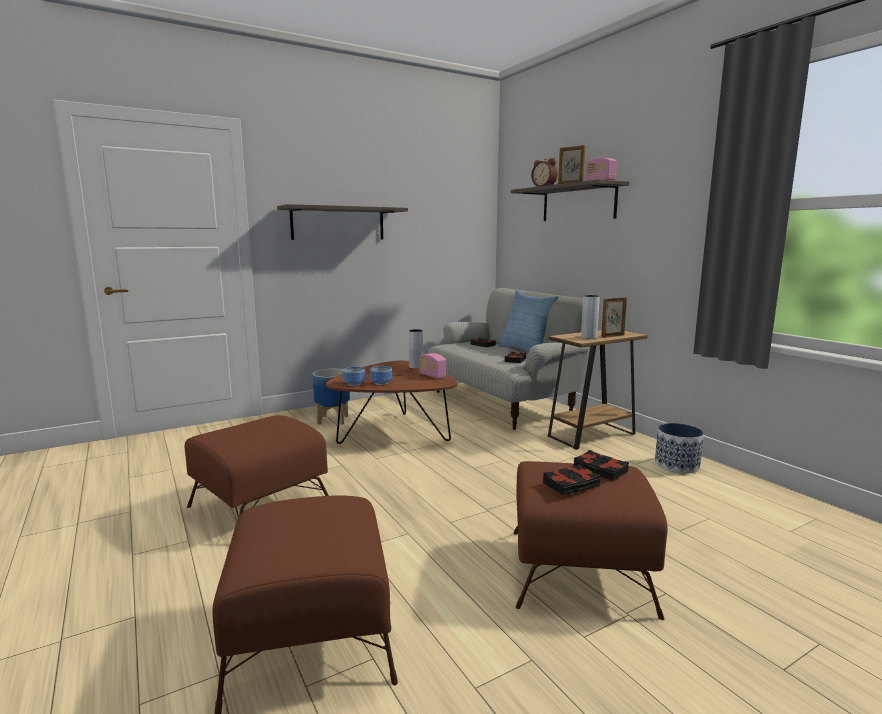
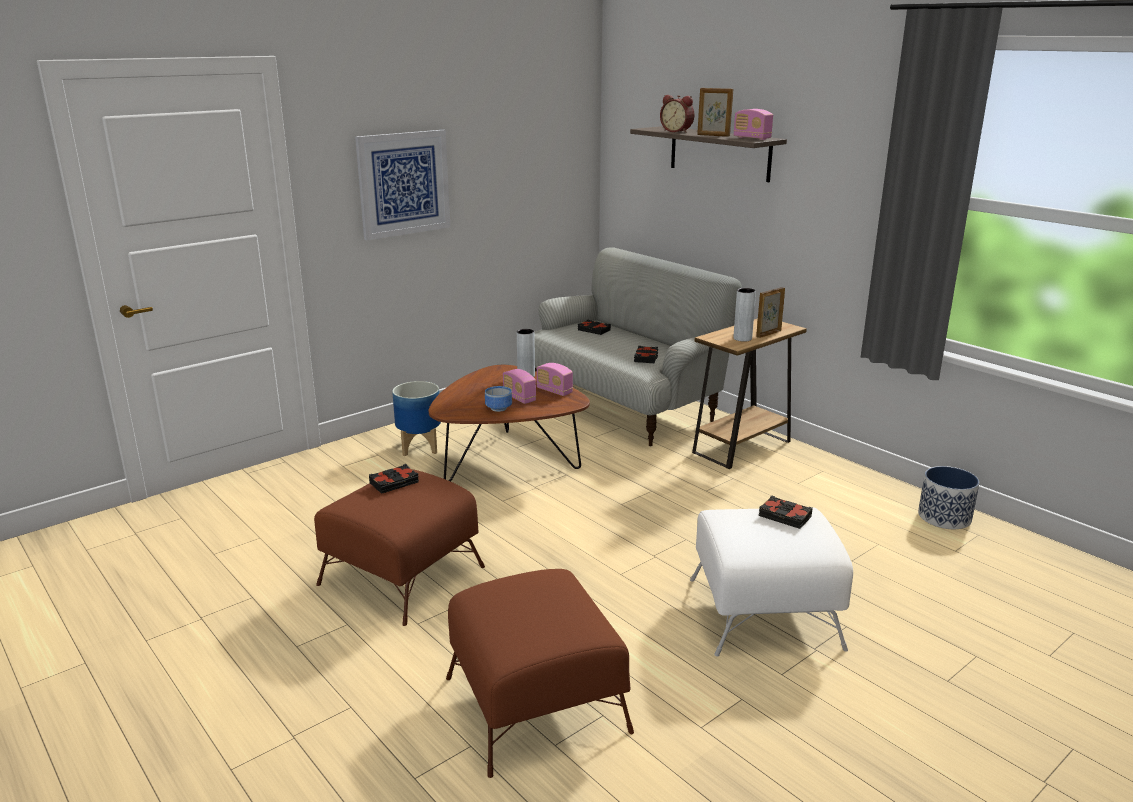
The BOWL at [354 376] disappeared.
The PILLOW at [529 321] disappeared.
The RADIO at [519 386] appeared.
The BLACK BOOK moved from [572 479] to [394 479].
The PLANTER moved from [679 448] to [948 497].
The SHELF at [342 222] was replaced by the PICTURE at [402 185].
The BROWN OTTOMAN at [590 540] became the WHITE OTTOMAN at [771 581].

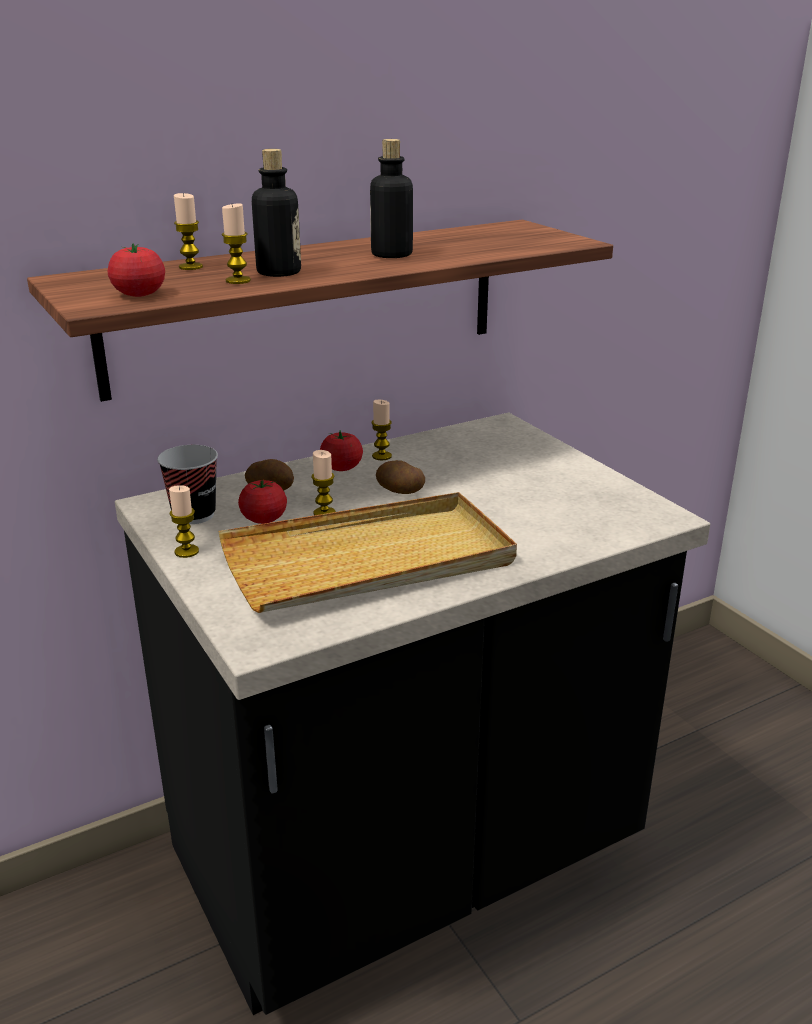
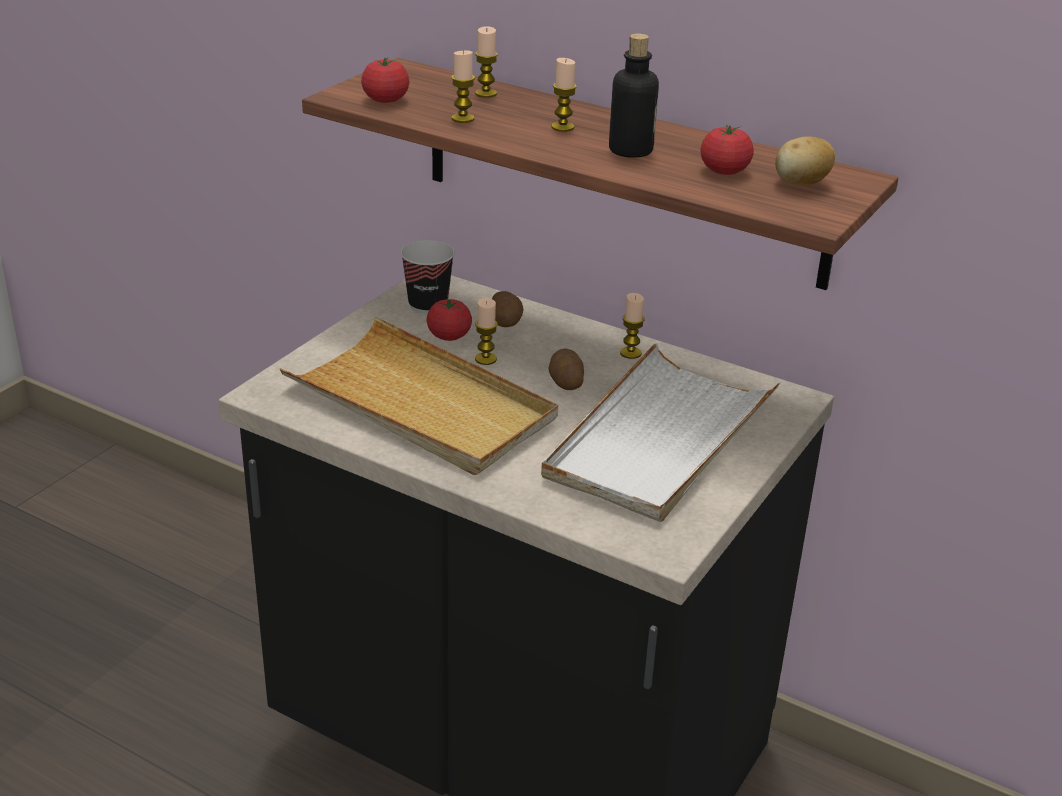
The BOTTLE at [276 213] disappeared.
The WHITE TRAY at [661 432] appeared.
The POTATO at [805 160] appeared.
The CANDLE moved from [184 521] to [564 95].
The TOMATO moved from [341 450] to [727 149].

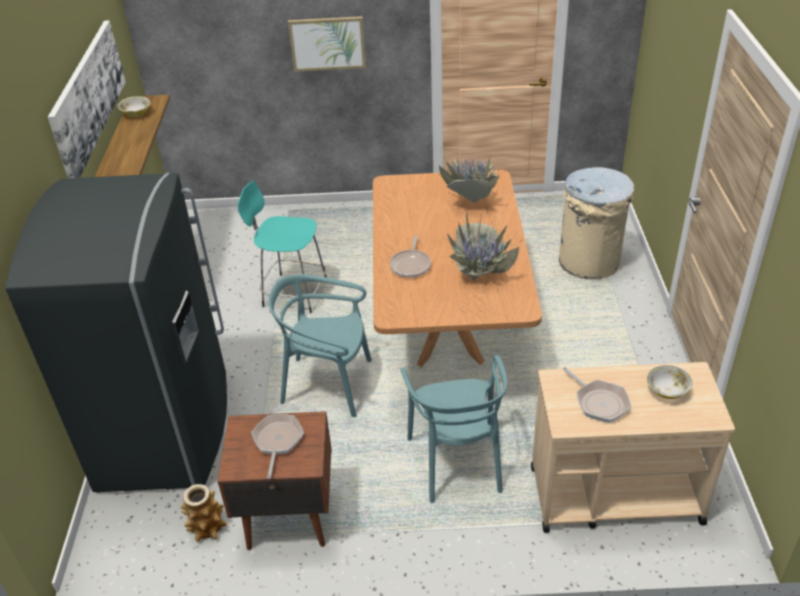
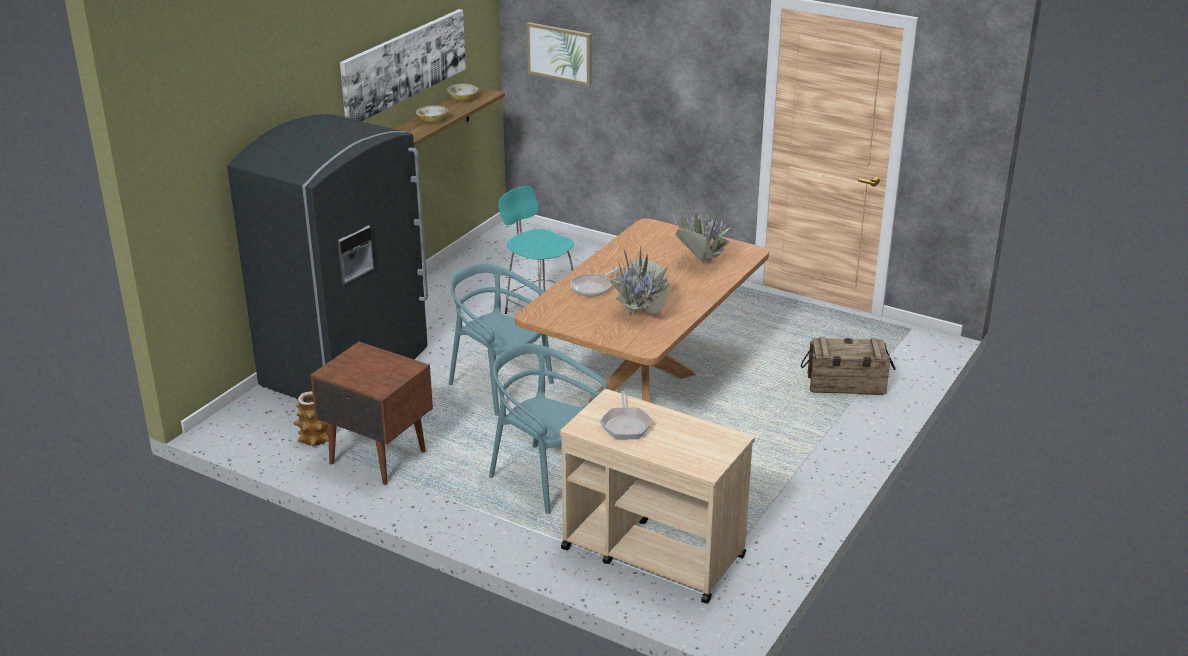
The FRYING PAN at [277 446] disappeared.
The PICTURE moved from [327 44] to [559 54].
The BOWL moved from [669 382] to [432 114].
The BEIGE TRASH CAN at [596 223] was replaced by the CRATE at [848 366].
The TURQUOISE CHAIR at [454 429] turned 105 degrees clockwise.

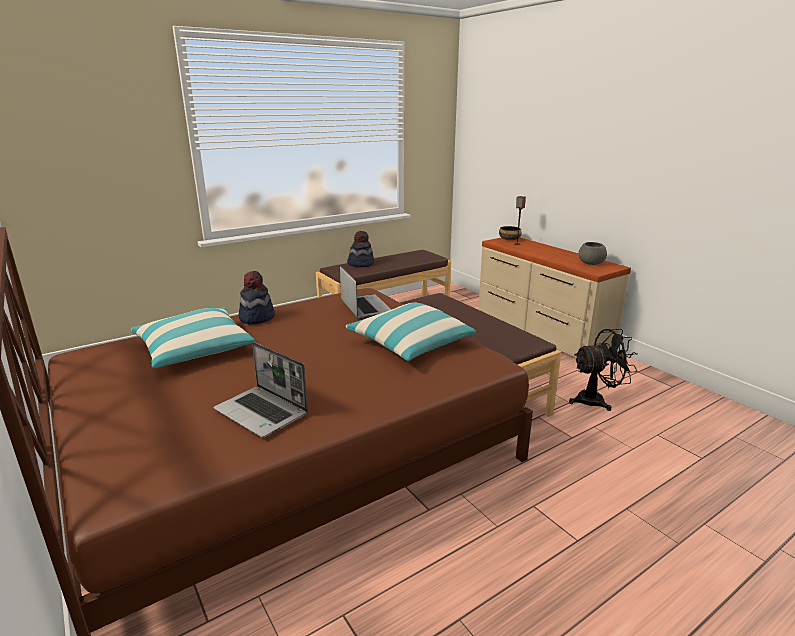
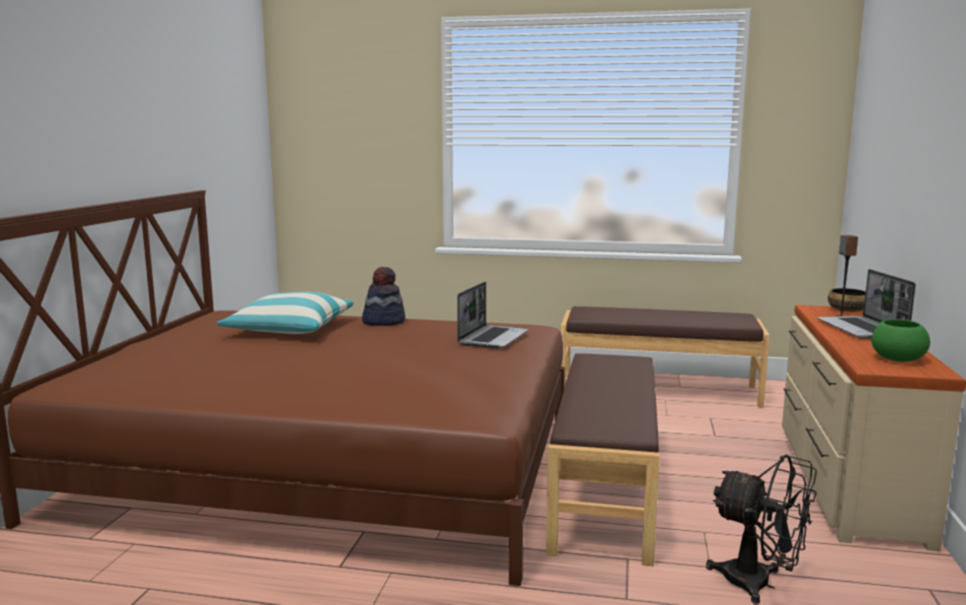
The PILLOW at [411 332] disappeared.
The HAT at [360 249] disappeared.
The LAPTOP moved from [260 390] to [866 304].
The GREY BOWL at [592 253] became the GREEN BOWL at [900 340].

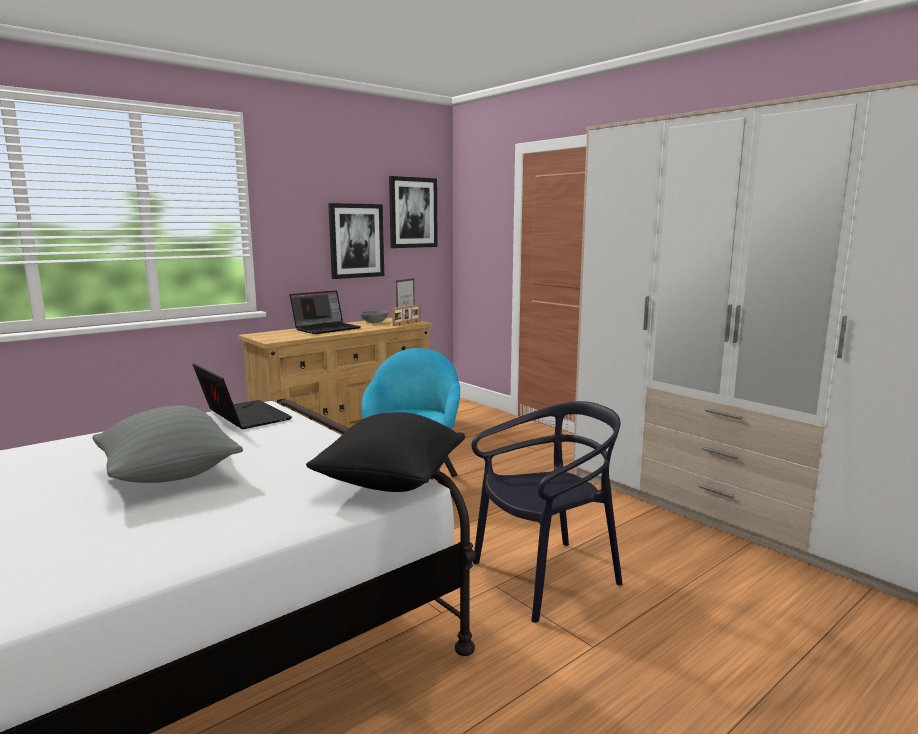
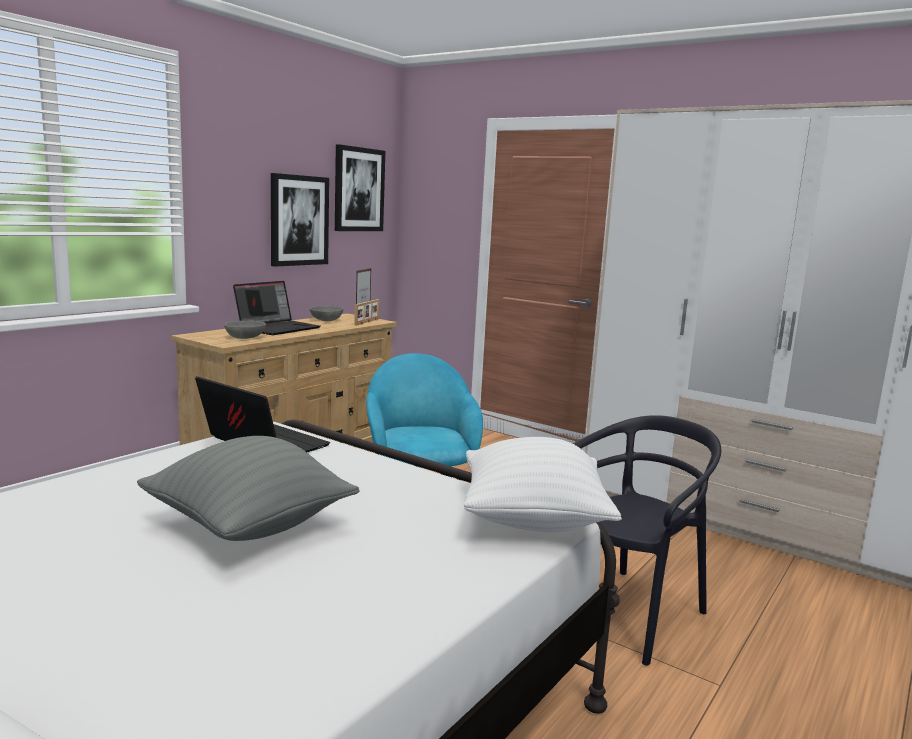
The GREY BOWL at [245 330] appeared.
The BLACK PILLOW at [385 452] became the WHITE PILLOW at [543 484].

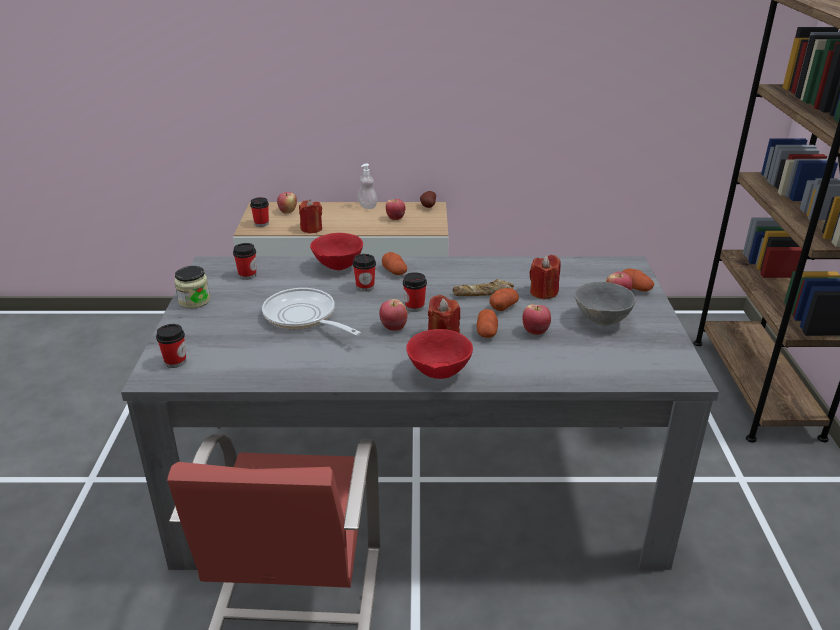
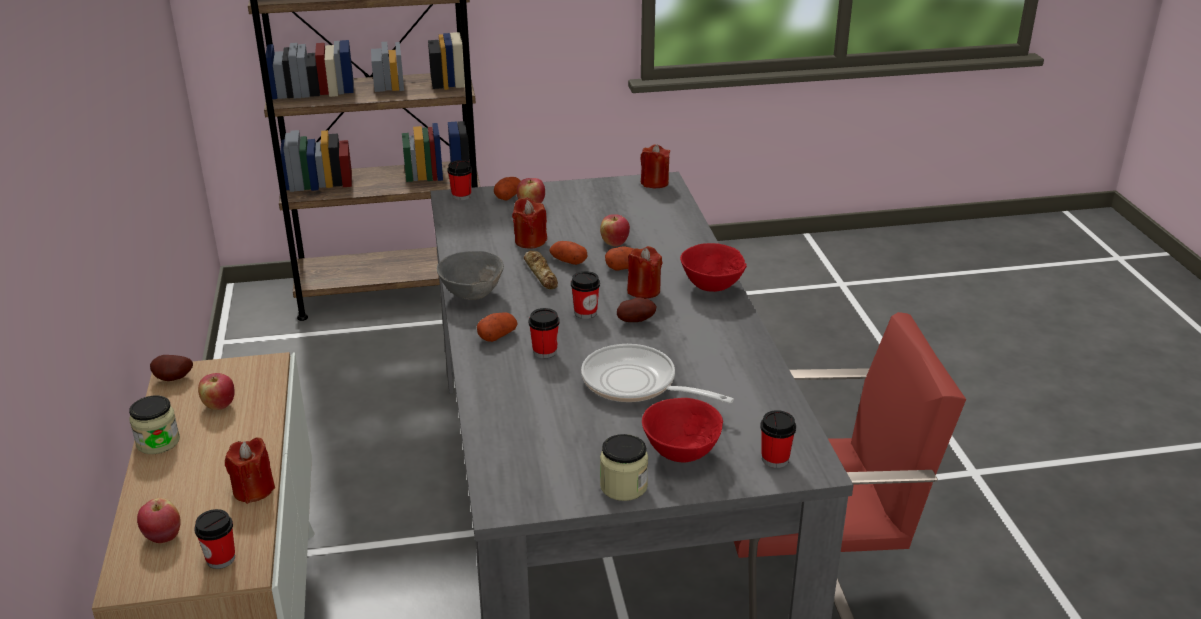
The RED CANDLE at [655 167] appeared.
The CUP moved from [244 261] to [459 180].
The RED BOWL moved from [336 251] to [682 430].
The GREY BOWL moved from [605 303] to [470 275].
The SOAP DISPENSER at [367 186] was replaced by the JAR at [154 425].
The APPLE at [393 315] was replaced by the POTATO at [636 309].
The FRYING PAN at [311 312] turned 90 degrees clockwise.

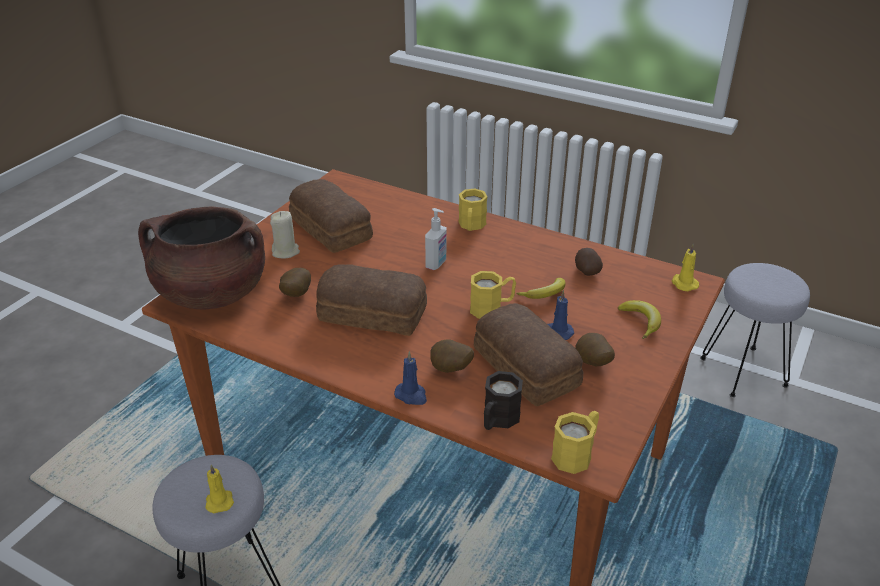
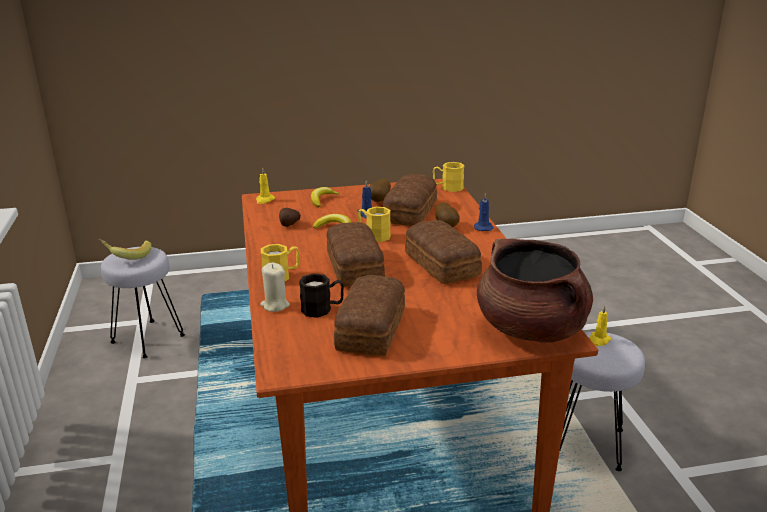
The POTATO at [295 282] disappeared.
The BANANA at [125 249] appeared.
The BEIGE CANDLE moved from [285 235] to [275 287].
The BLACK MUG moved from [503 400] to [321 295].
The SOAP DISPENSER at [435 239] was replaced by the BREAD at [355 254].

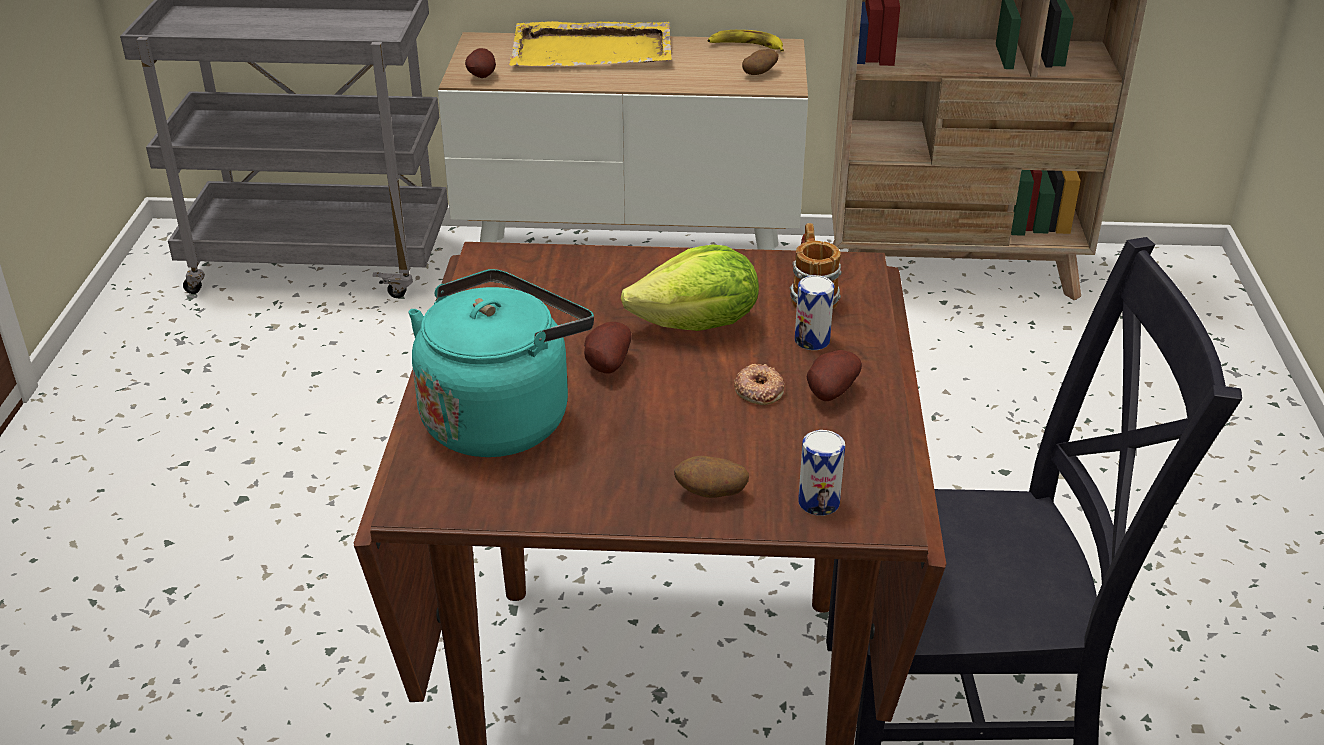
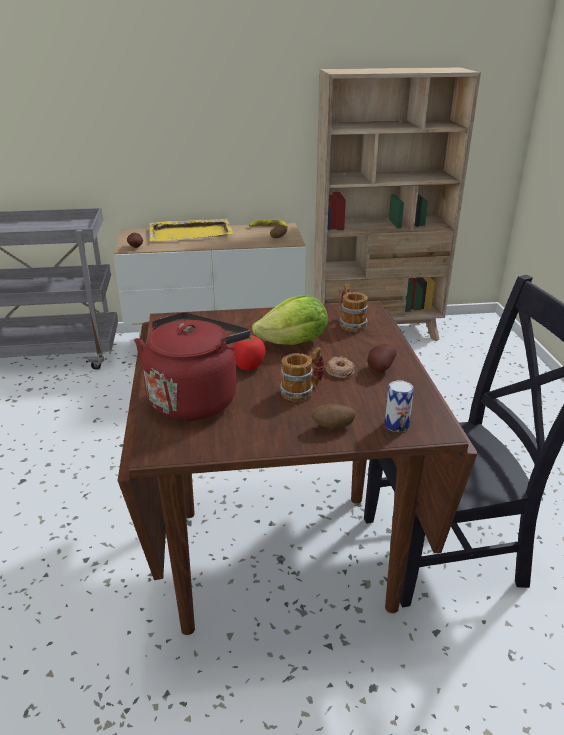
The CAN at [815 312] disappeared.
The MUG at [302 374] appeared.
The POTATO at [607 348] was replaced by the TOMATO at [250 353].
The TURQUOISE KETTLE at [501 363] became the RED KETTLE at [192 366].

